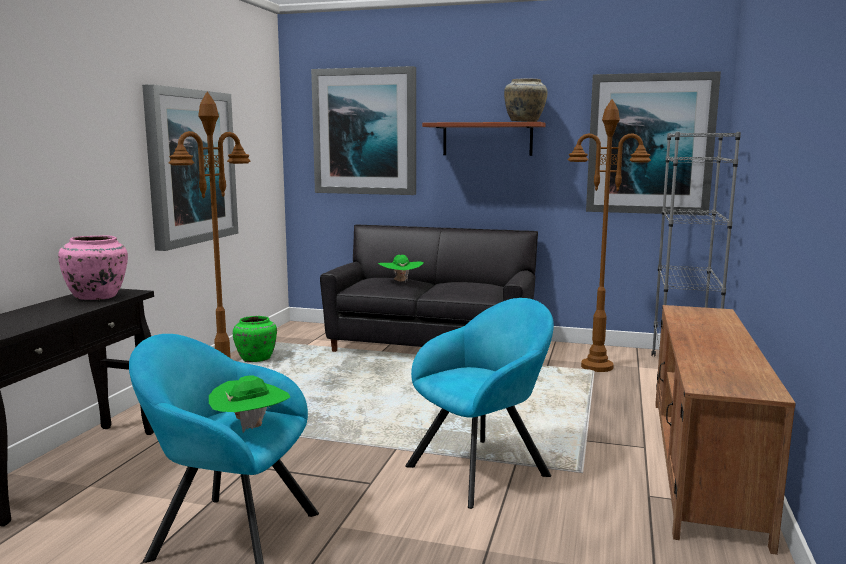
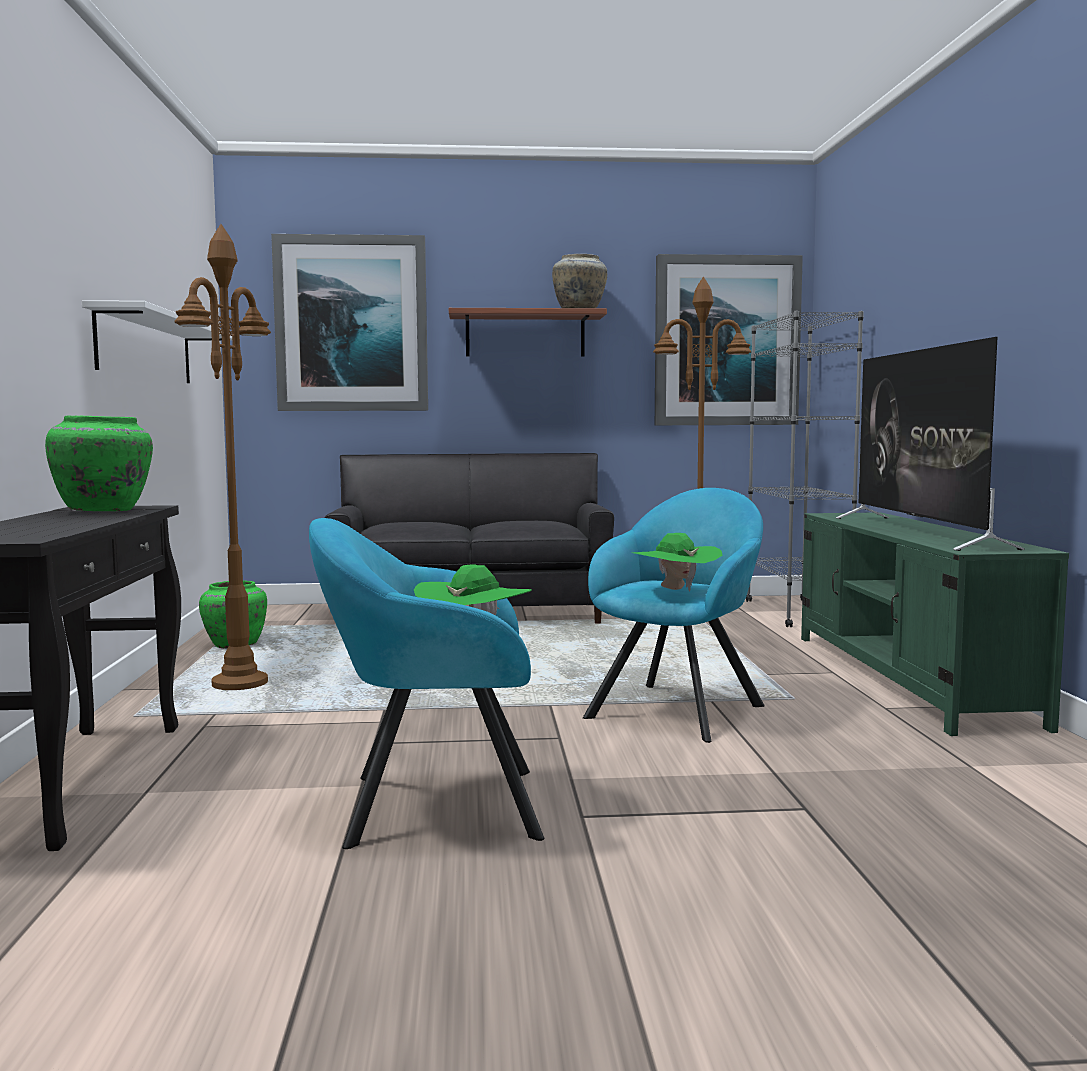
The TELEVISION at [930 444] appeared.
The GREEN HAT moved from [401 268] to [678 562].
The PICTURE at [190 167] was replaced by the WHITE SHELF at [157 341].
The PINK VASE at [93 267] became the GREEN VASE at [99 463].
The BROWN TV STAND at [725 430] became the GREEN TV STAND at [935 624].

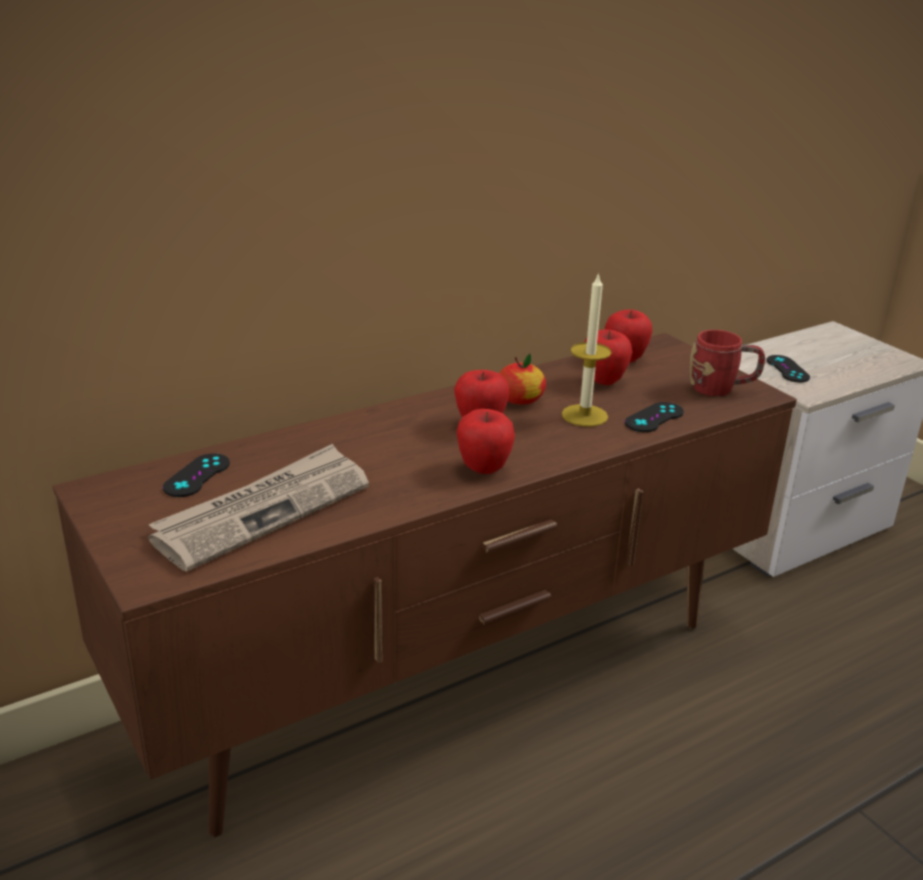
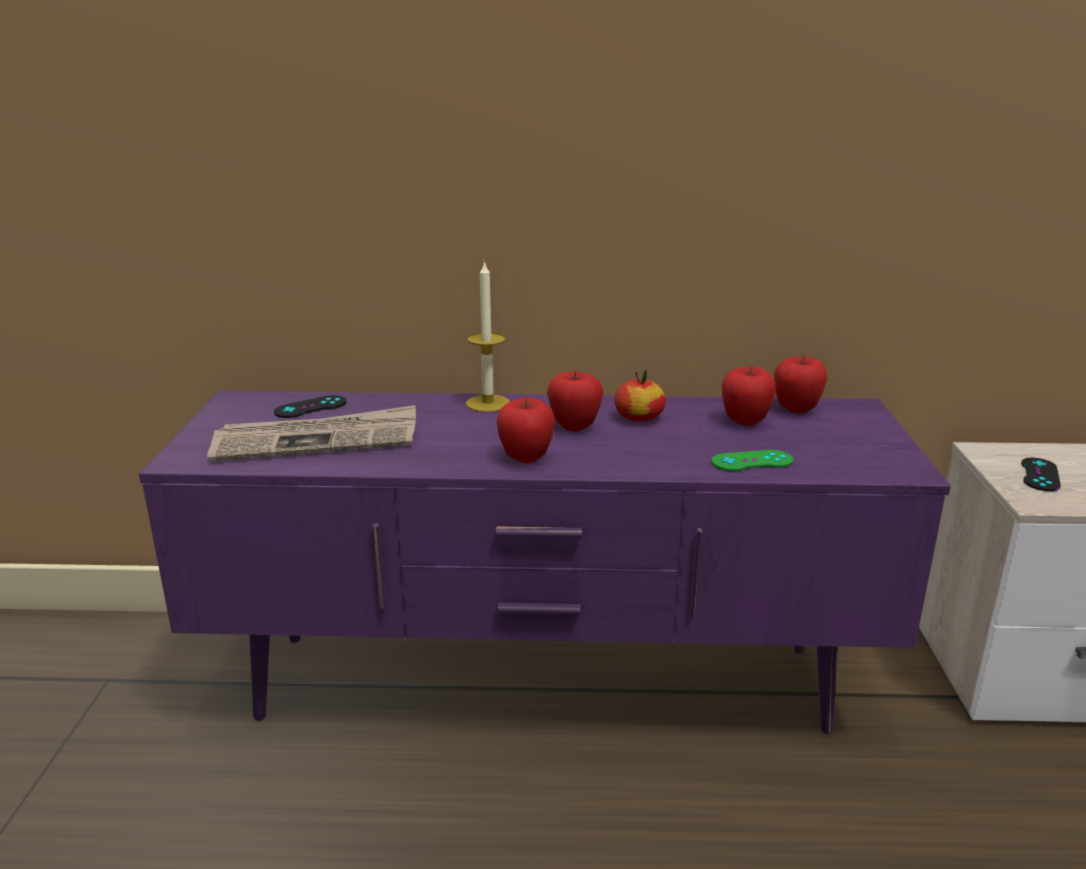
The RED MUG at [727 363] disappeared.
The CANDLE moved from [587 349] to [488 336].
The BROWN TV STAND at [424 585] became the PURPLE TV STAND at [545 562].
The BLACK GAME CONTROLLER at [654 417] became the GREEN GAME CONTROLLER at [752 460].

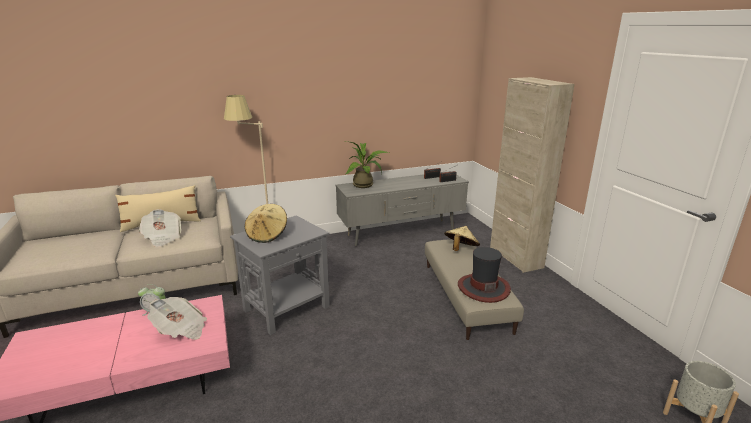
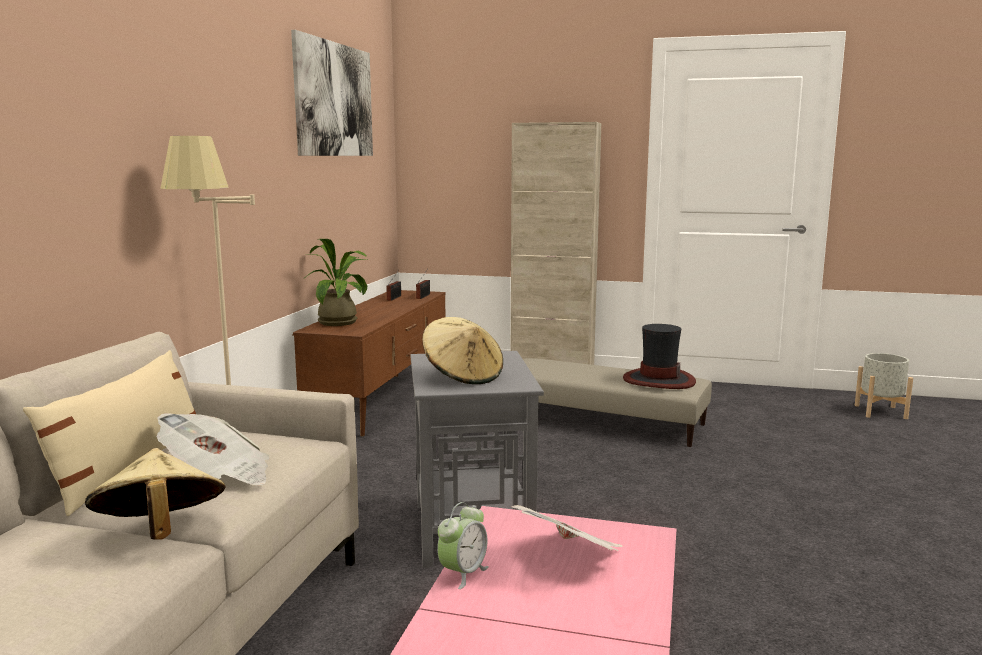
The PICTURE at [332 93] appeared.
The BEIGE HAT moved from [462 238] to [155 494].
The GREY TV STAND at [402 208] became the BROWN TV STAND at [369 363].

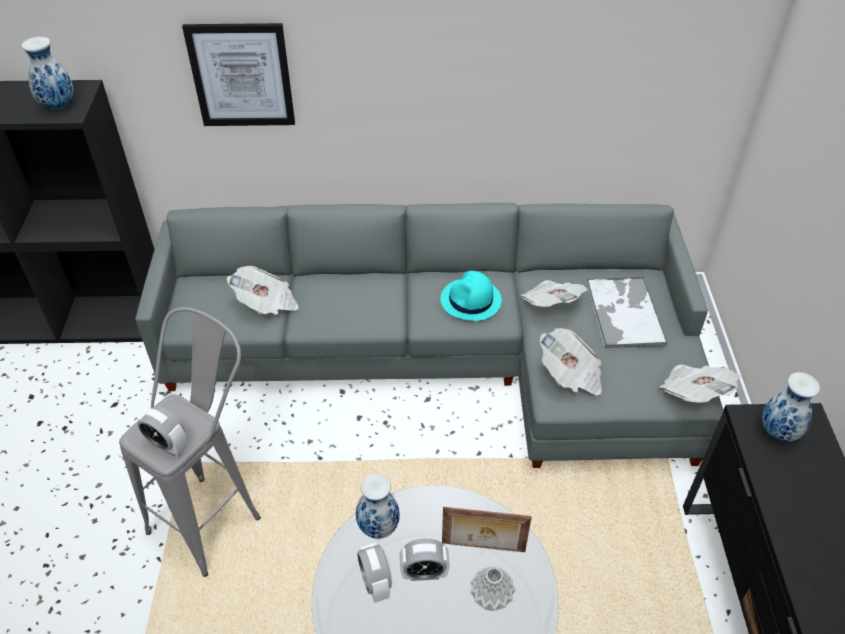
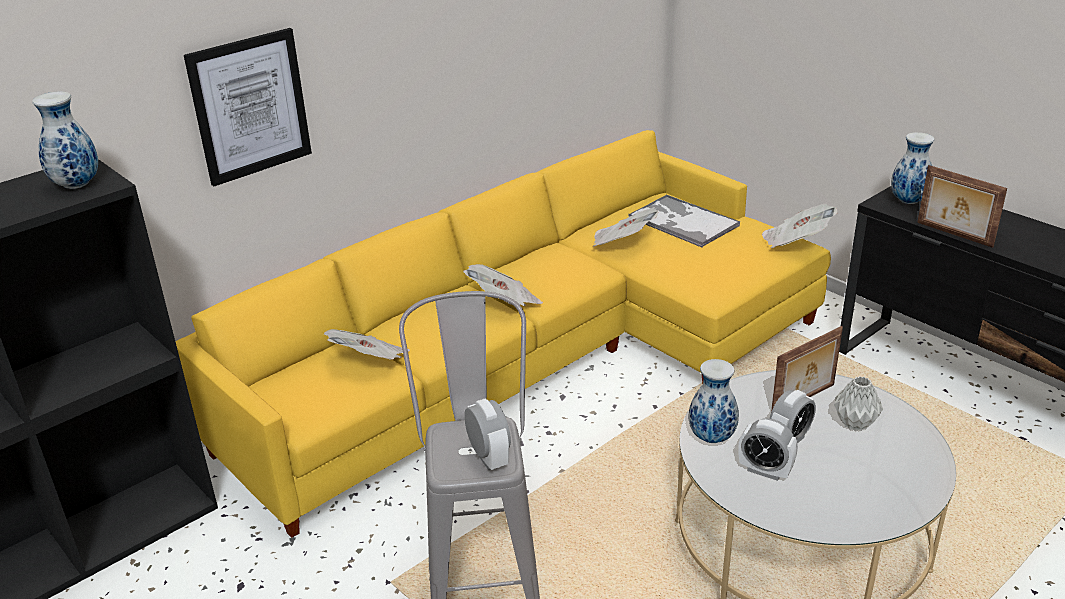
The TURQUOISE HAT at [471 296] disappeared.
The PICTURE FRAME at [962 206] appeared.
The NEWSPAPER moved from [571 361] to [503 285].
The GREY SOFA at [429 335] became the YELLOW SOFA at [503 334].
The ALARM CLOCK at [162 431] turned 105 degrees counterclockwise.

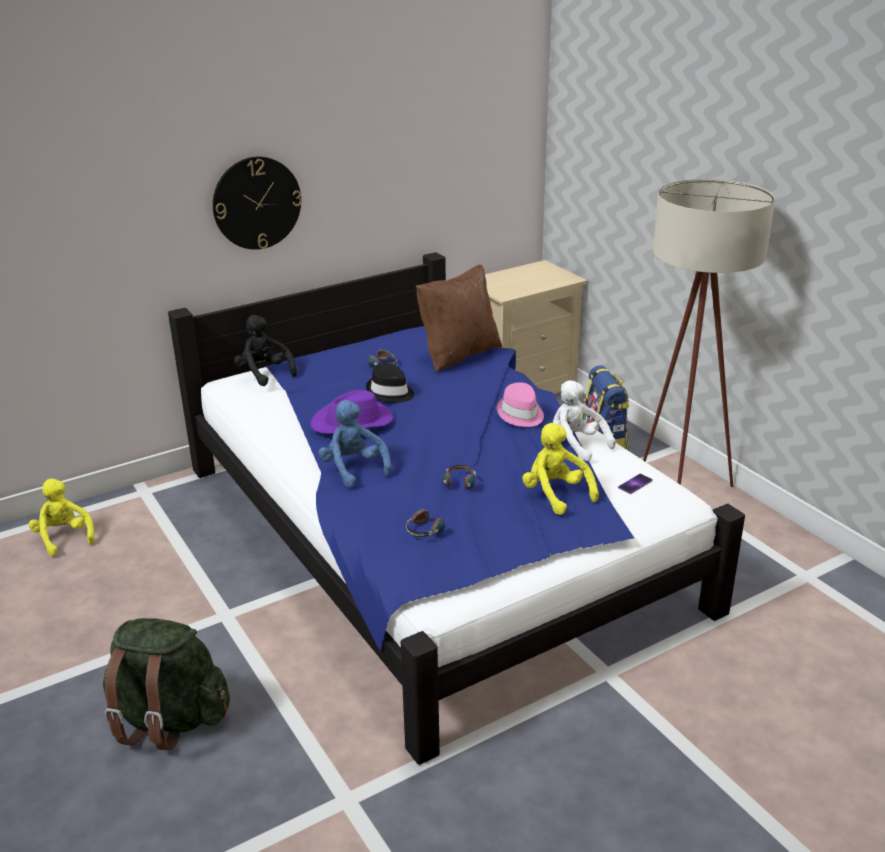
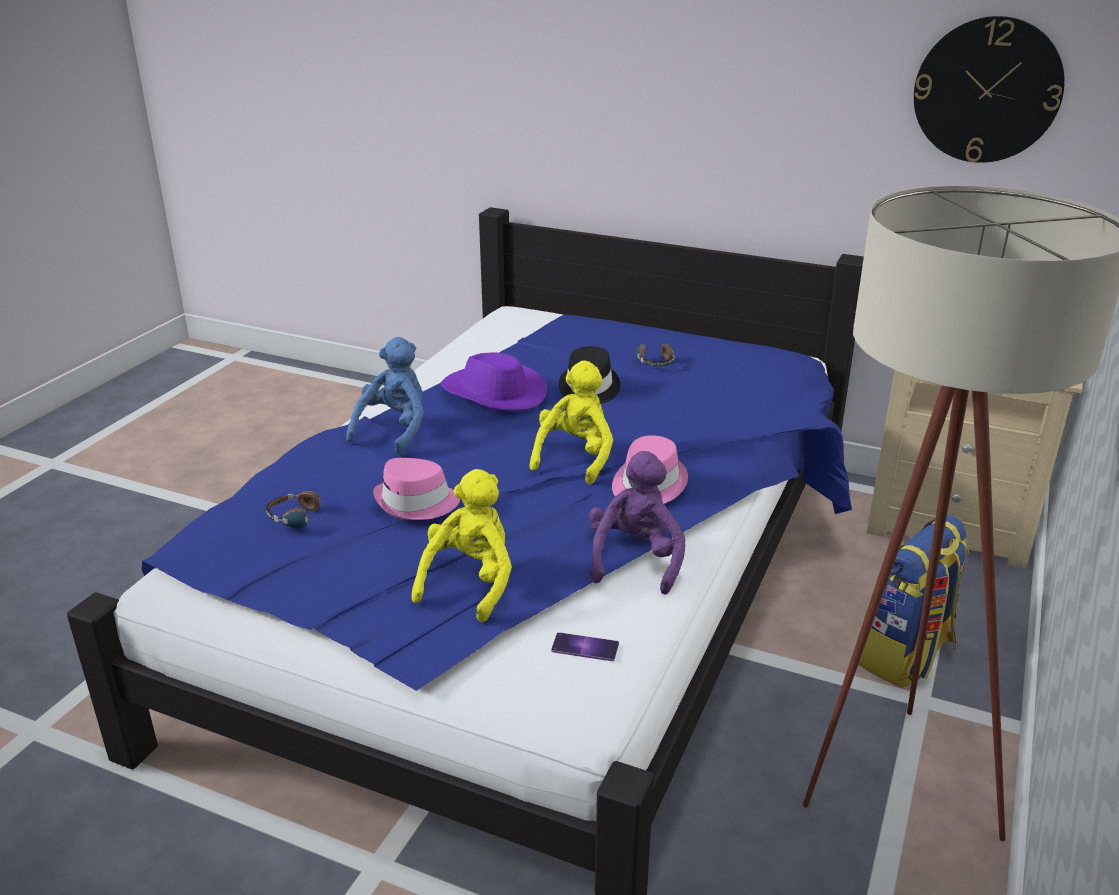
The GREEN BACKPACK at [166 684] disappeared.
The BLACK PLUSH TOY at [265 350] disappeared.
The BROWN PILLOW at [459 318] disappeared.
The YELLOW PLUSH TOY moved from [61 517] to [571 422].
The WALL CLOCK moved from [257 203] to [989 89].
The HEADPHONES at [458 477] was replaced by the PINK HAT at [416 489].
The WHITE PLUSH TOY at [584 420] became the PURPLE PLUSH TOY at [637 523].

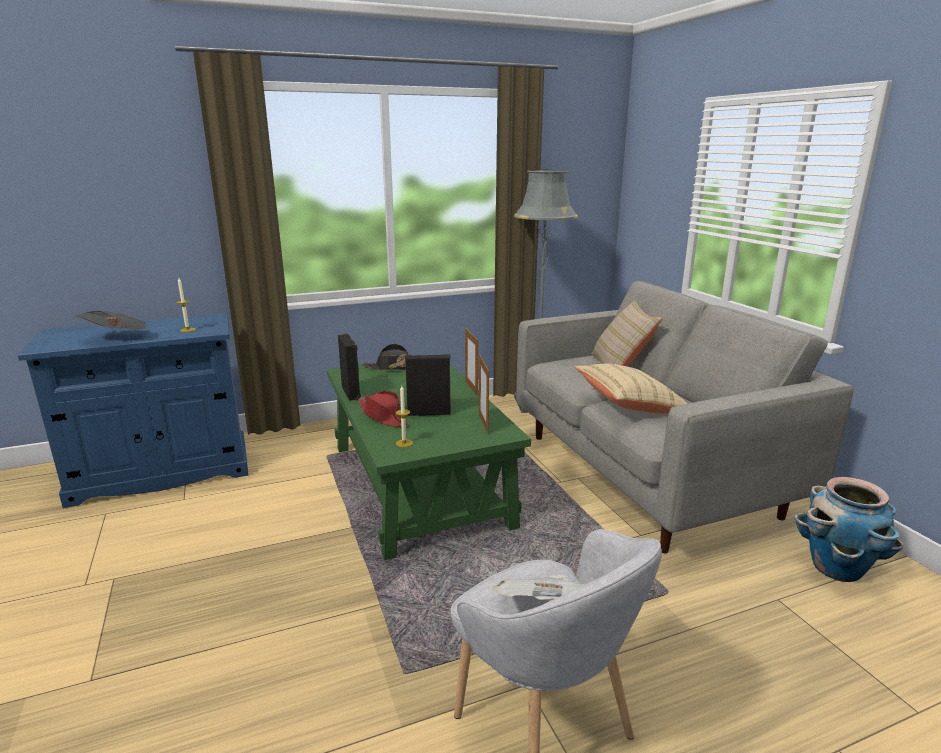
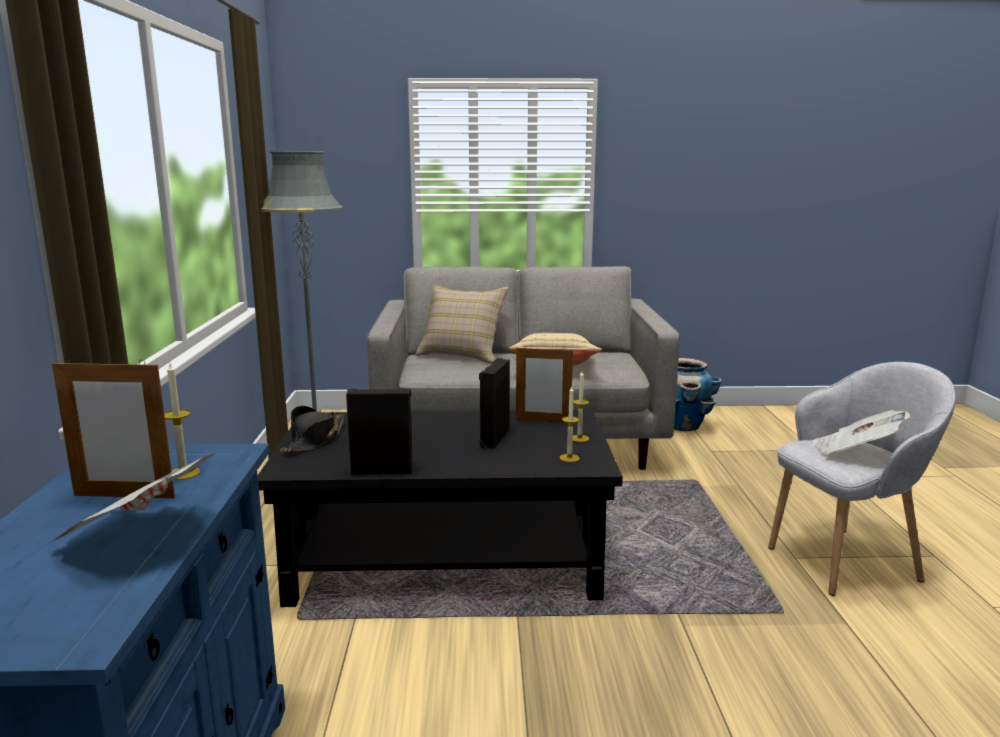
The RED HAT at [383 409] disappeared.
The CANDLE at [581 406] appeared.
The PICTURE FRAME moved from [471 362] to [113 428].
The GREEN COFFEE TABLE at [429 462] became the BLACK COFFEE TABLE at [440 508].

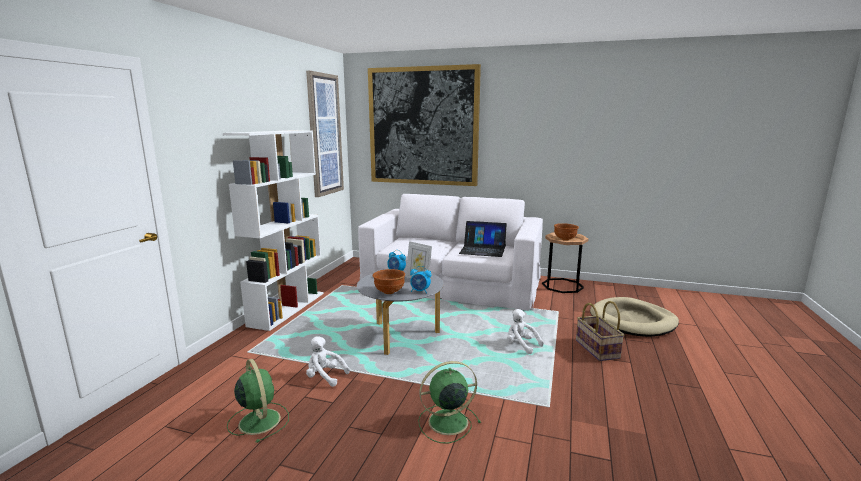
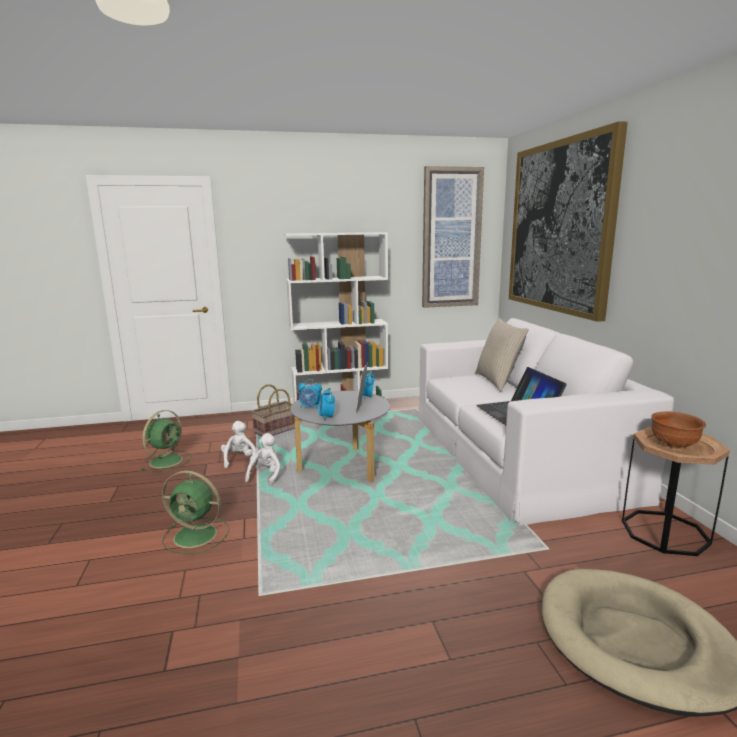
The BEIGE PILLOW at [501 354] appeared.
The WHITE PLUSH TOY moved from [525 331] to [263 459].
The BASKET moved from [600 331] to [273 410].
The BROWN BOWL at [388 281] was replaced by the ALARM CLOCK at [310 394].
The GREEN FAN at [449 402] turned 150 degrees clockwise.

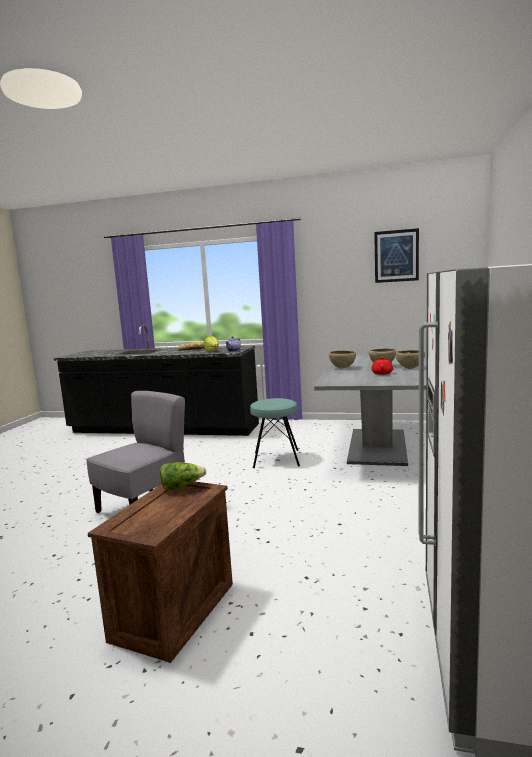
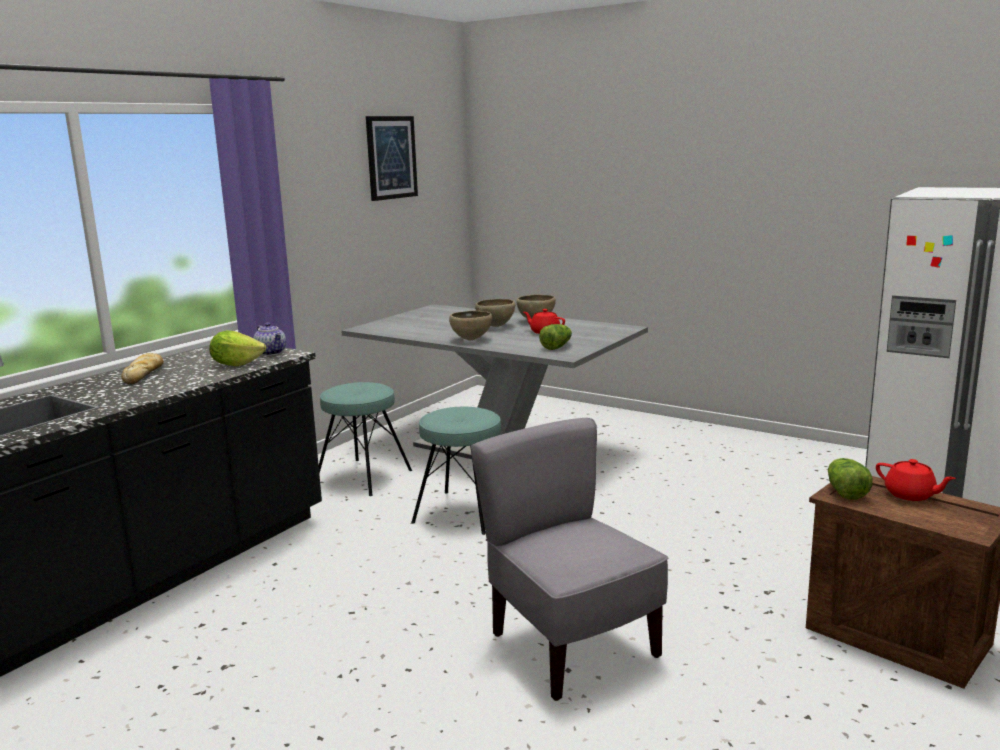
The TURQUOISE STOOL at [365 439] appeared.
The LETTUCE at [555 337] appeared.
The RED TEAPOT at [916 480] appeared.

